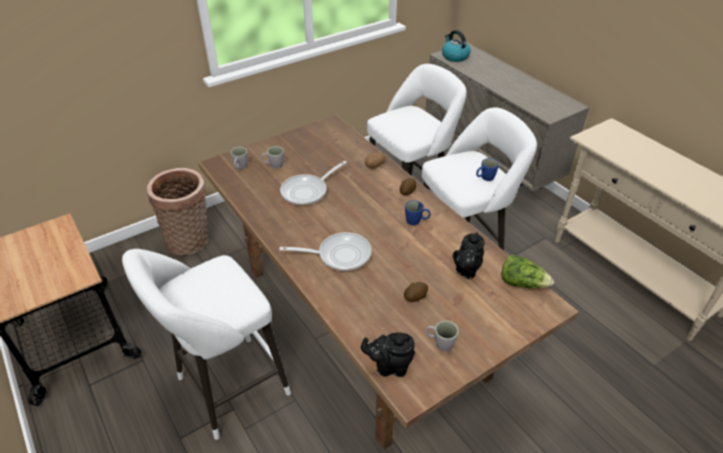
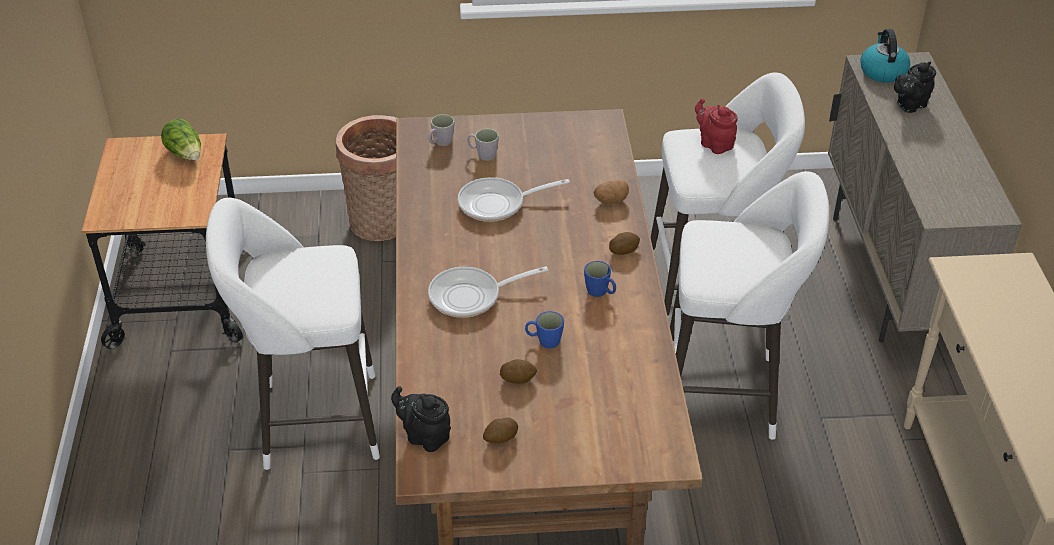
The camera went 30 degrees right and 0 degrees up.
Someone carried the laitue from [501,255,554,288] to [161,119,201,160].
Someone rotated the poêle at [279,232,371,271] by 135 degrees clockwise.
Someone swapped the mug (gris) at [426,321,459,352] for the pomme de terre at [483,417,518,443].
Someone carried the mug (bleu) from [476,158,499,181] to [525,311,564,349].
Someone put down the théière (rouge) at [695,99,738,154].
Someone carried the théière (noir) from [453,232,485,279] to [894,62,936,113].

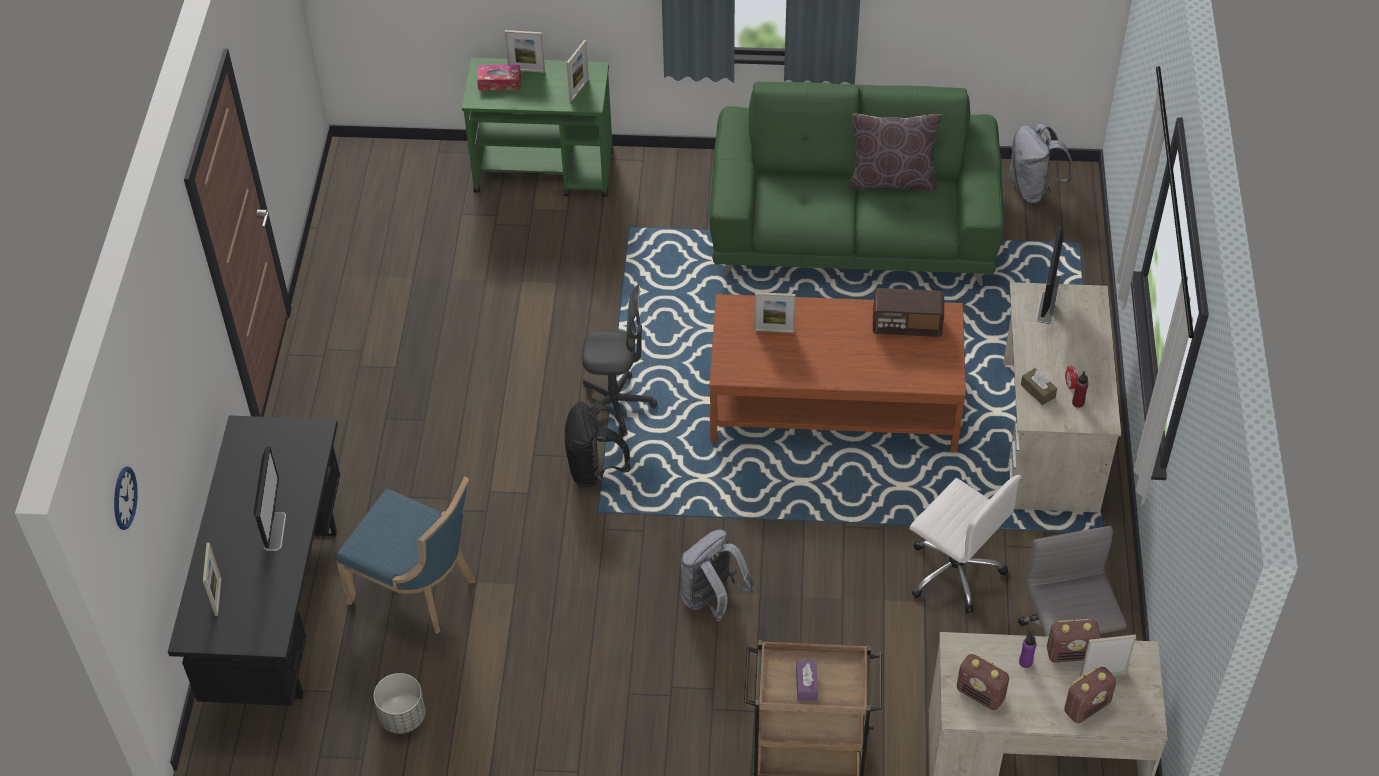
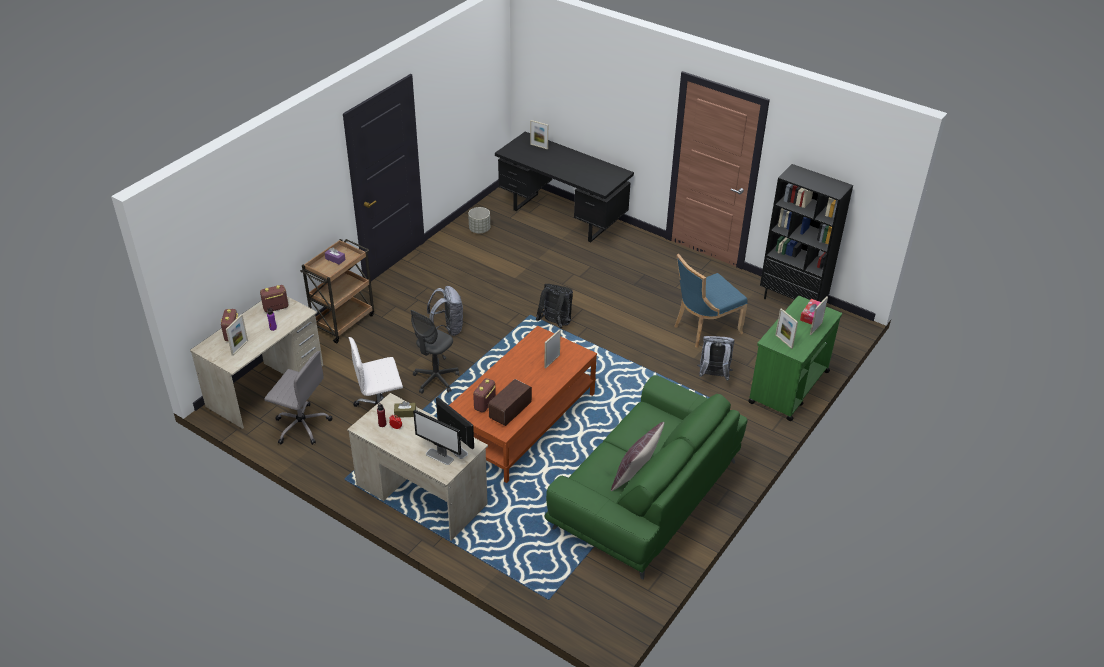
The camera went 120 degrees right and 10 degrees down.
Someone carried the chaise de bureau (gris) from [582,284,657,434] to [410,310,459,394].
Someone carried the écran d'ordinateur from [254,446,286,551] to [413,410,461,465].
Someone carried the radio from [1047,619,1101,663] to [473,378,496,412].
Someone carried the chaise (bleu) from [336,476,475,634] to [674,254,747,348].
Someone carried the sac à dos (gris) from [1008,123,1072,204] to [697,336,734,381].
Someone put down the bibliothèque (noir) at [760,164,853,302].
Someone took away the horloge murale at [114,466,138,530].

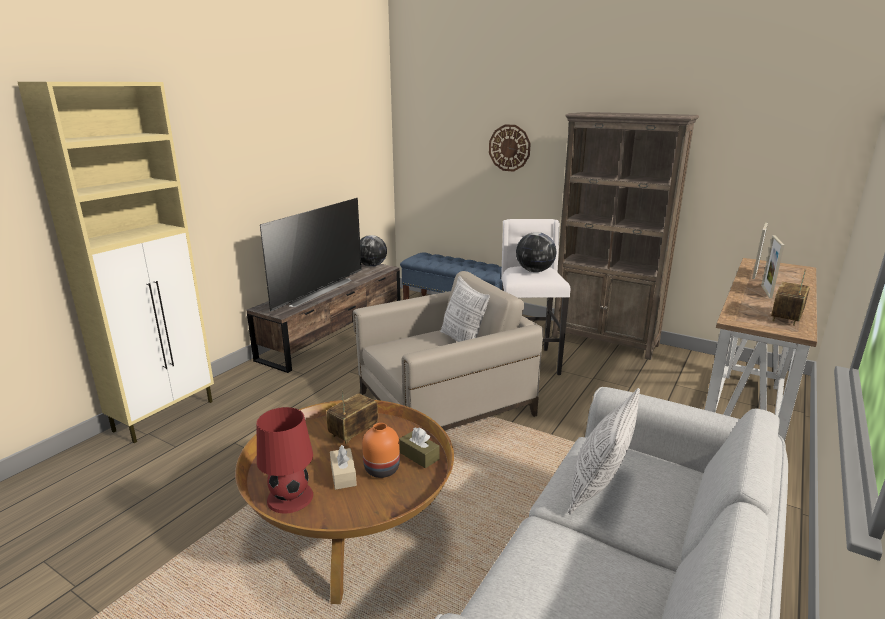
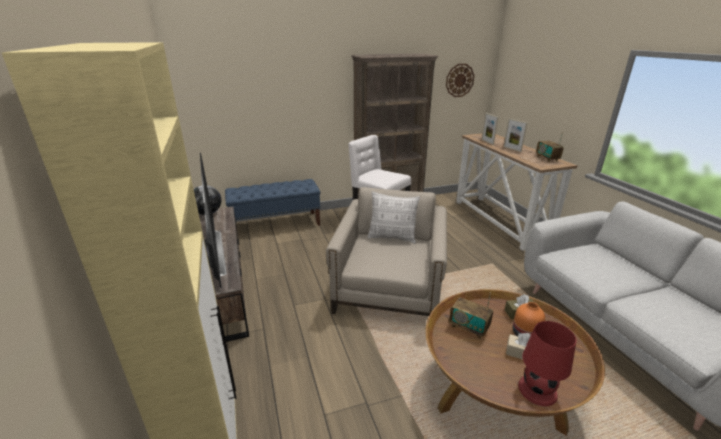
The camera went 50 degrees left and 5 degrees up.
Someone carried the horloge murale from [489,124,531,172] to [446,64,474,97].
Someone rotated the radio at [326,390,378,444] by 45 degrees counterclockwise.
Someone took away the globe at [516,232,556,272].
Someone took away the coussin at [568,388,640,515].

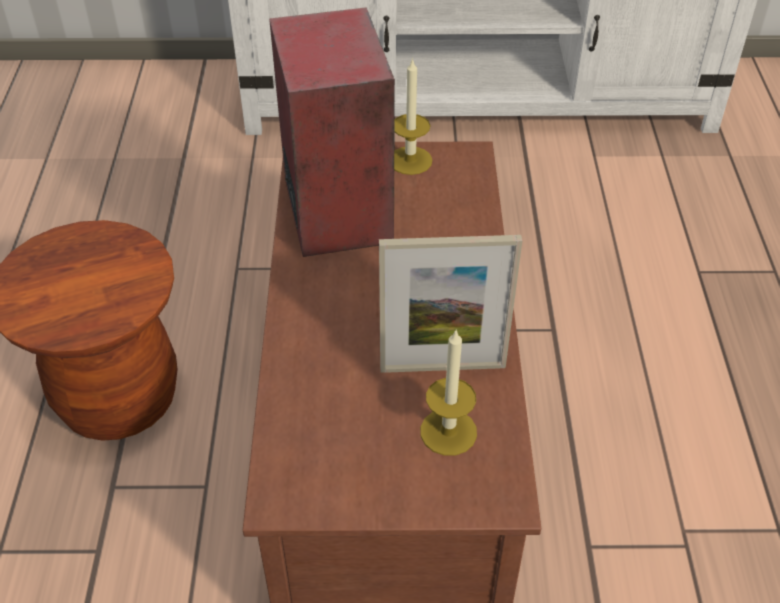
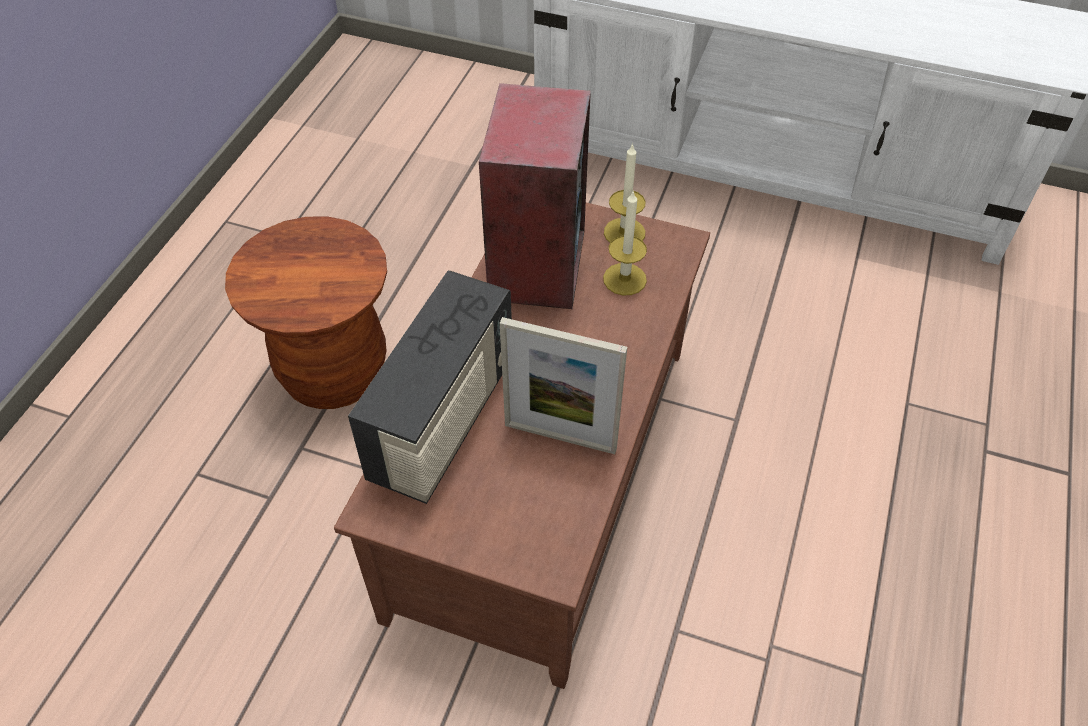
The camera went 20 degrees right and 5 degrees up.
Someone put down the radio at [348,270,512,504].
Someone carried the bougie from [420,329,477,456] to [603,190,647,295].

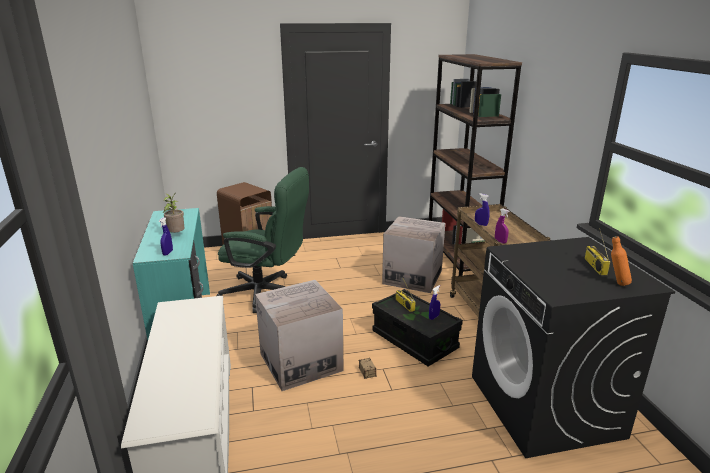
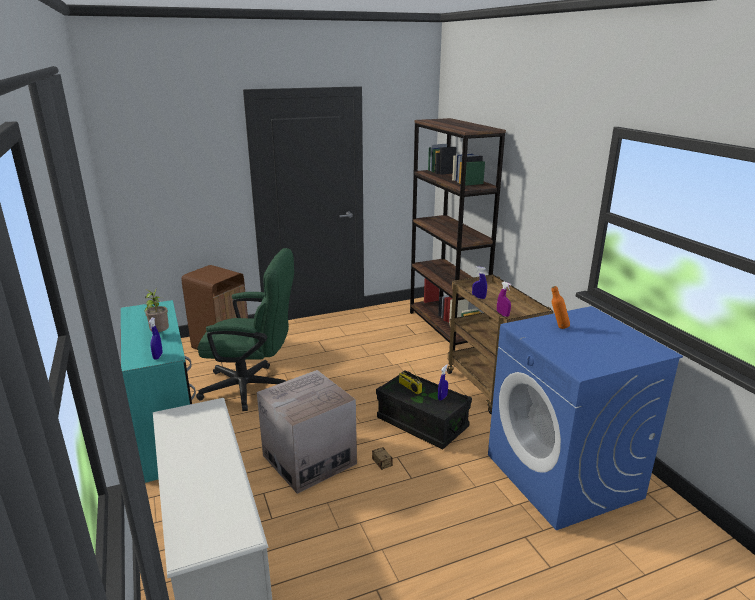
The camera went 10 degrees left and 0 degrees up.
Someone repainted the lave-linge (noir) at [472,237,675,458], which became the lave-linge (bleu) at [488,306,683,530].
Someone carried the bouteille (orange) from [611,236,632,286] to [551,286,570,329].
Someone took away the carton at [382,216,445,293].
Someone took away the radio at [585,228,610,275].

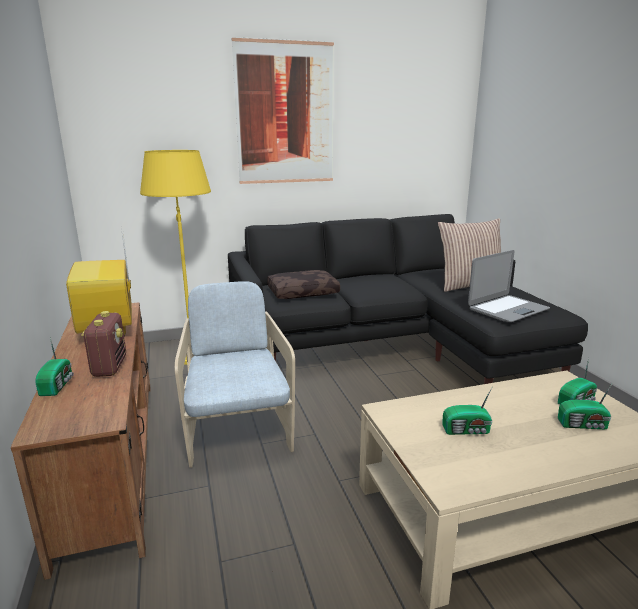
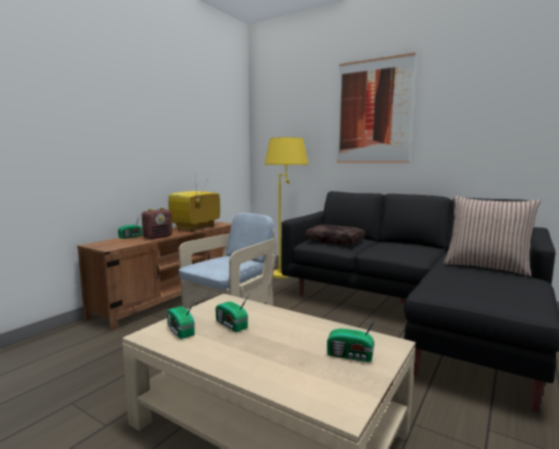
The camera went 50 degrees right and 10 degrees down.
Someone carried the radio from [558,384,612,429] to [167,300,195,339].
Someone took away the ordinateur portable at [468,250,550,322].

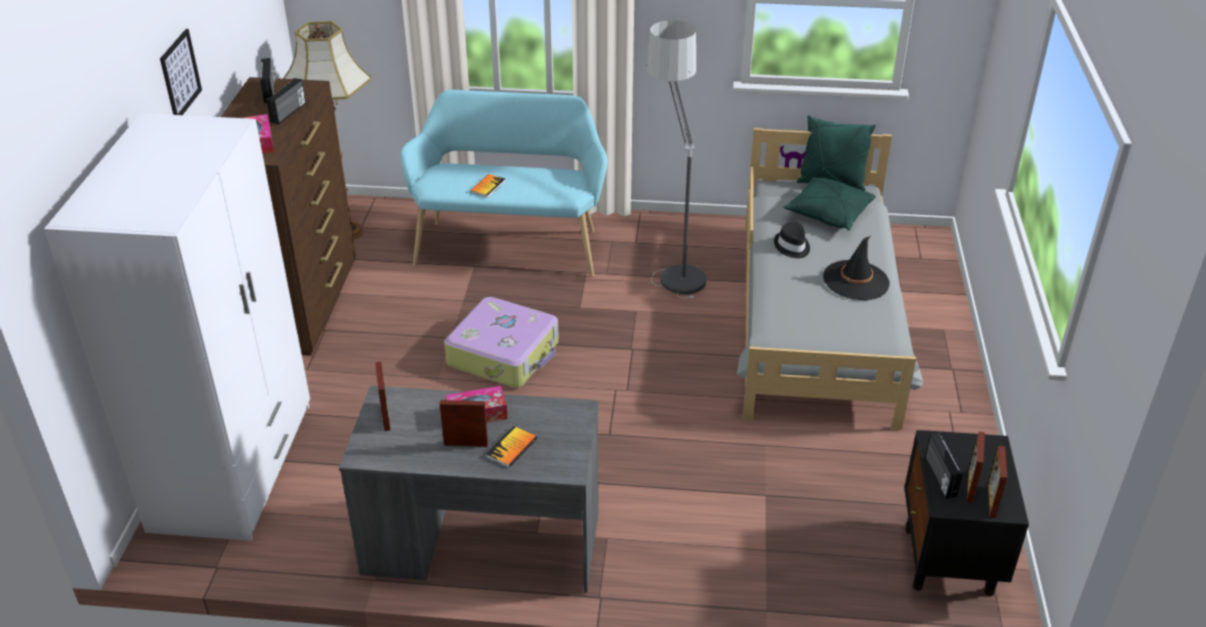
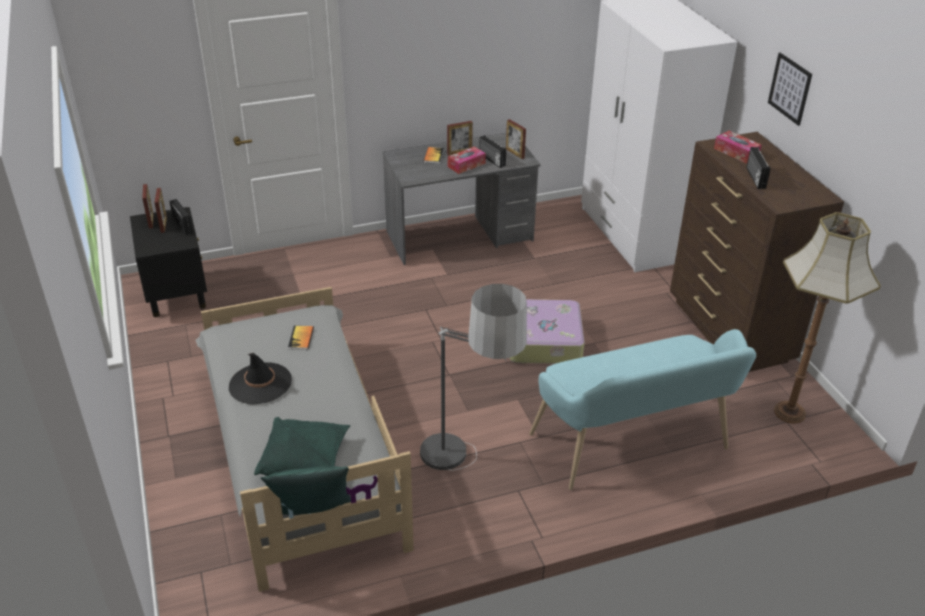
The camera went 155 degrees right and 0 degrees up.
Someone carried the livre from [470,174,506,198] to [288,326,314,350].
Someone carried the radio from [260,58,276,103] to [479,135,506,168].
Someone took away the chapeau (noir) at [774,222,810,258].

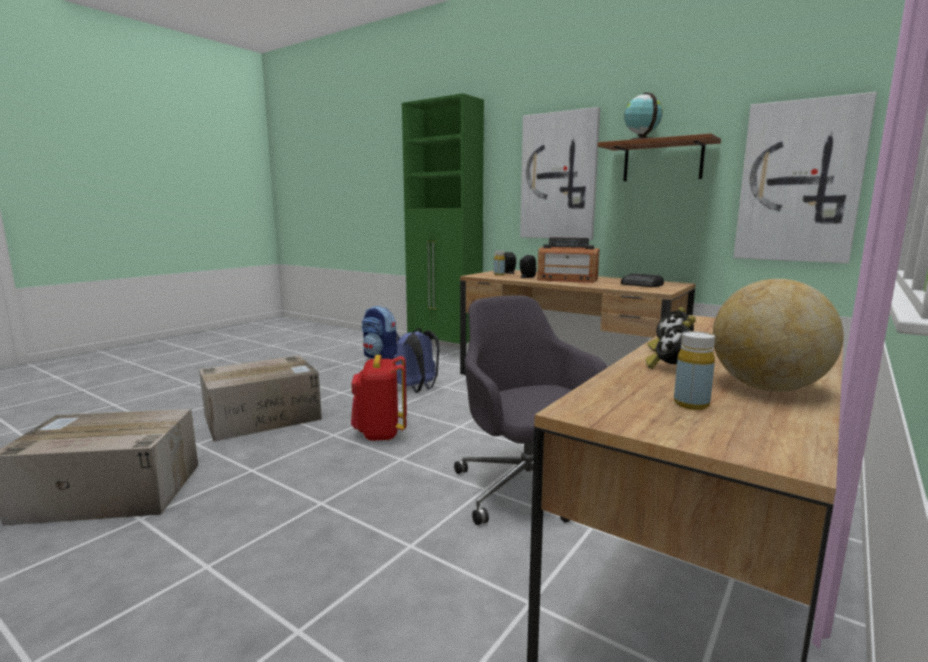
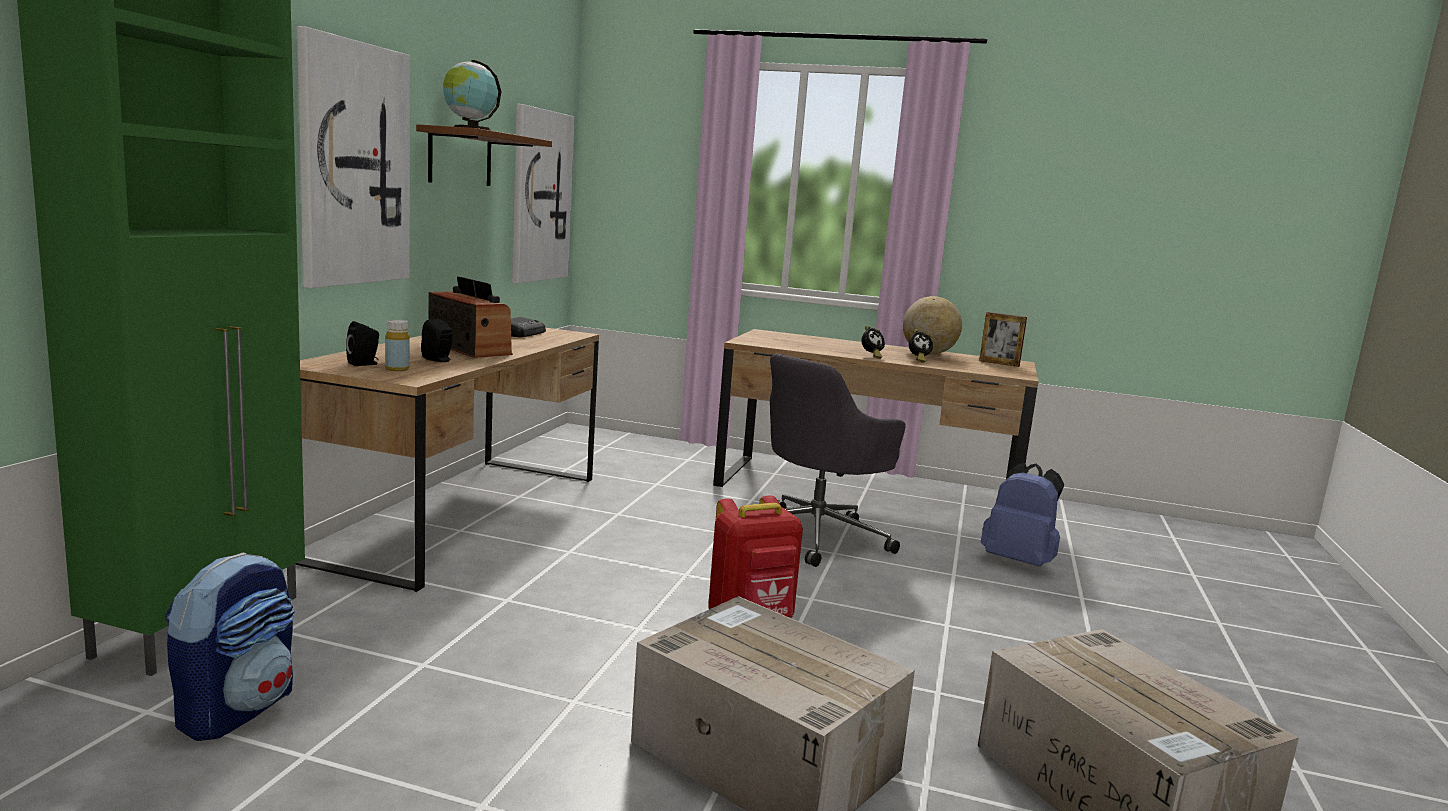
The camera went 110 degrees left and 0 degrees up.
Someone rotated the radio at [537,237,600,283] by 45 degrees counterclockwise.
Someone put down the cadre photo at [979,312,1027,367].
Someone carried the sac à dos (bleu) from [394,328,439,393] to [981,463,1064,567].
Someone took away the bouteille (jaune) at [674,331,715,410].

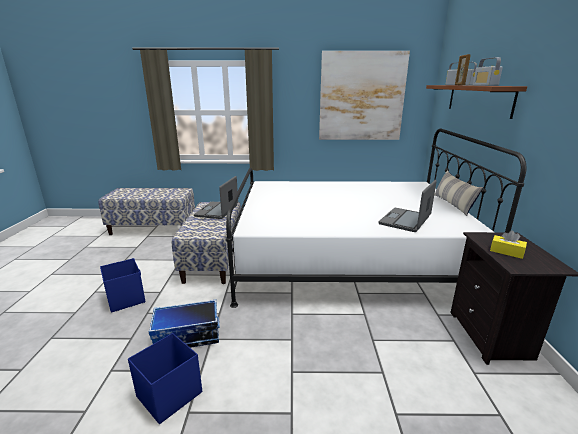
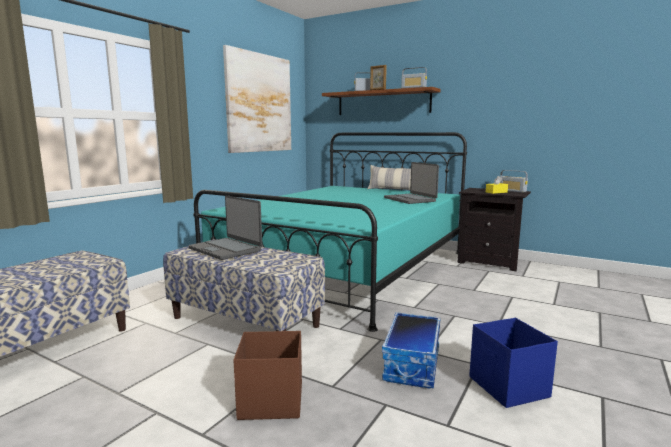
The camera went 60 degrees left and 10 degrees down.
Someone repainted the lit (blanc) at [226,128,527,308], which became the lit (turquoise) at [194,132,467,332].
Someone repainted the boîte de rangement (bleu) at [100,258,146,313], which became the boîte de rangement (marron) at [233,331,302,420].
Someone put down the radio at [500,170,528,193].

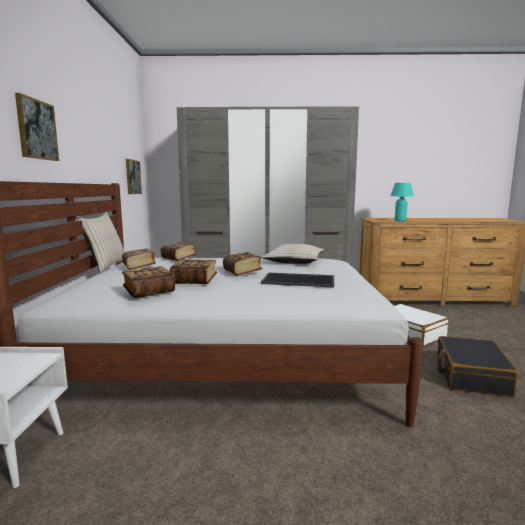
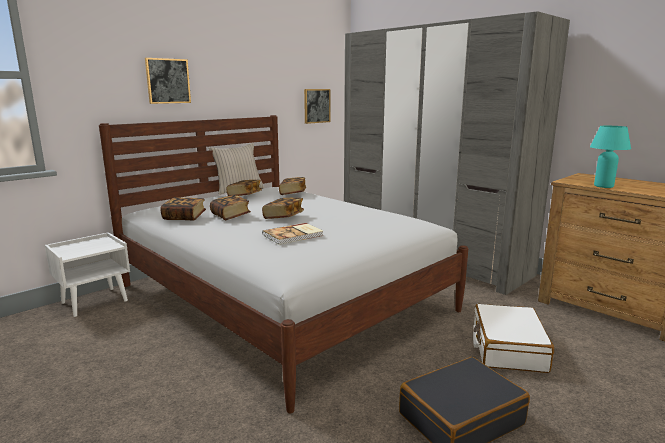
The camera went 45 degrees right and 5 degrees up.
Someone swapped the plateau at [261,272,334,288] for the livre at [262,223,324,245].
Someone took away the coussin (beige) at [262,244,325,264].

